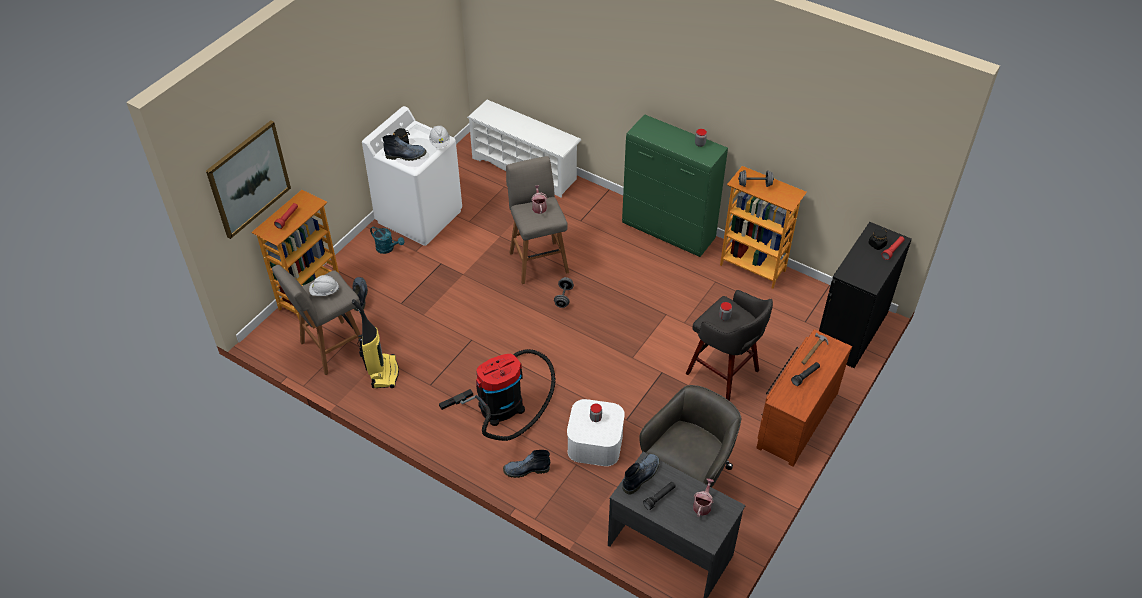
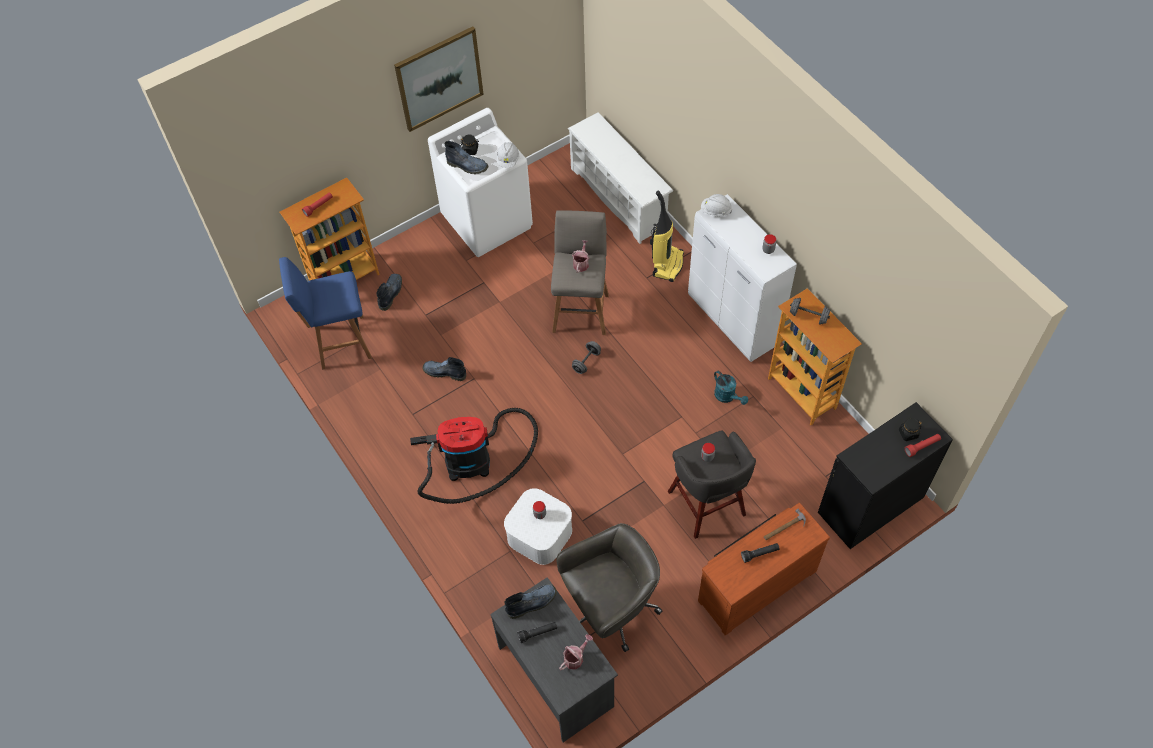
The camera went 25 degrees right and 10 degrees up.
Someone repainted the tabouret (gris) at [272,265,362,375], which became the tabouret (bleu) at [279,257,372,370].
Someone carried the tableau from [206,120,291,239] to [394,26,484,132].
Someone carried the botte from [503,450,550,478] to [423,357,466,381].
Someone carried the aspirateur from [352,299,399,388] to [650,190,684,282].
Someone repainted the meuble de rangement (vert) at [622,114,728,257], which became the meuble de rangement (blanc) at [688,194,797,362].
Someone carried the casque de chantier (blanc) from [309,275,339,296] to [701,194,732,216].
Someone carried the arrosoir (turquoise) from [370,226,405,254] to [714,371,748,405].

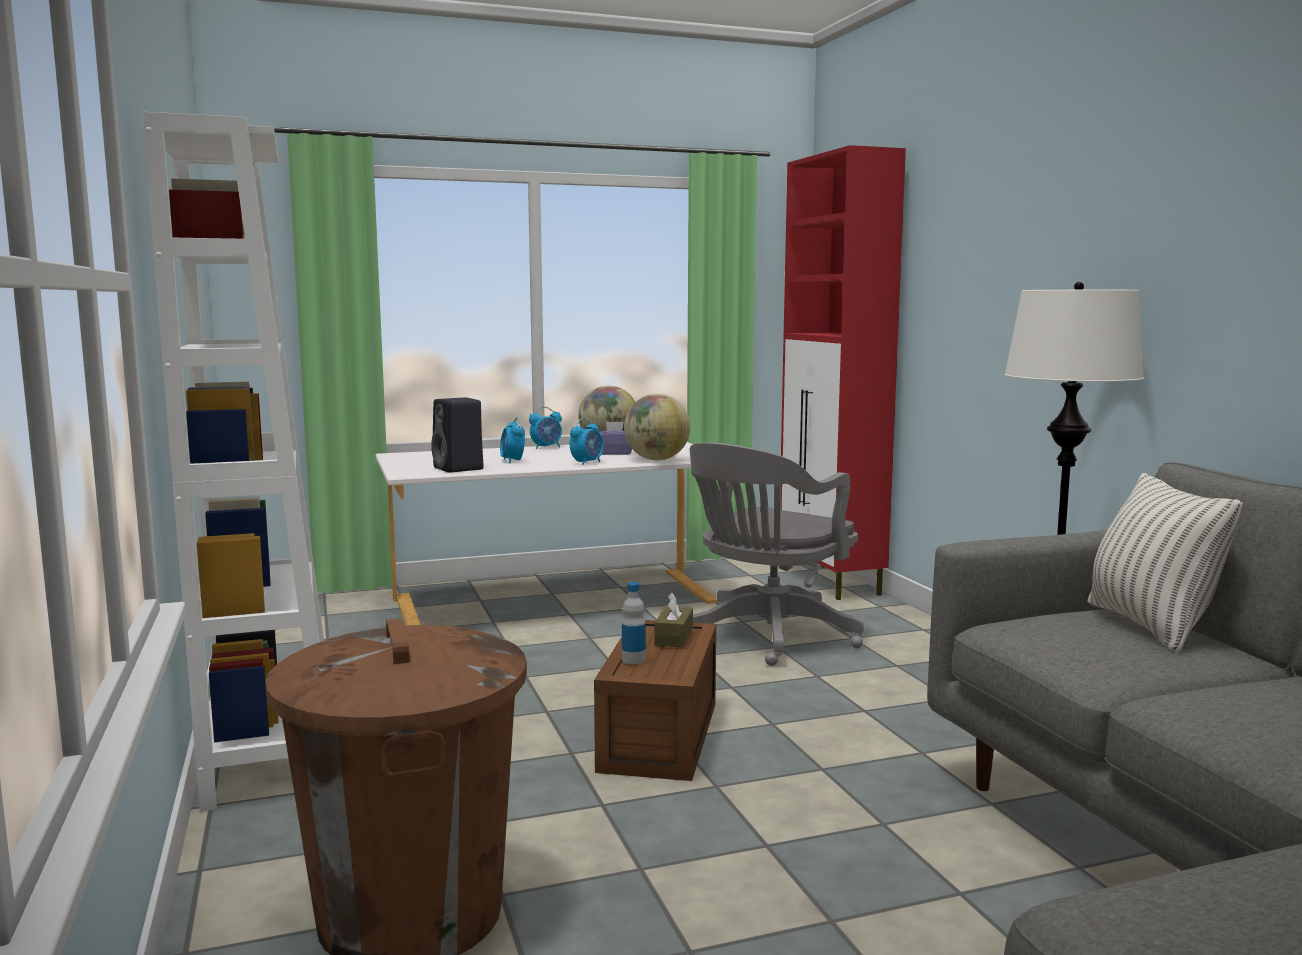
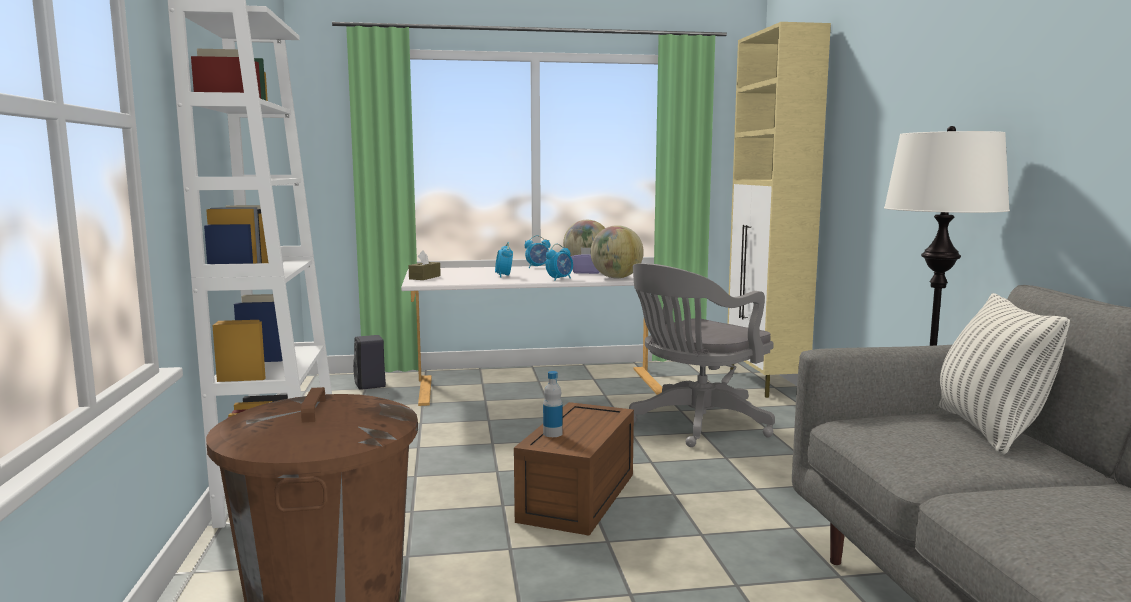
The camera went 10 degrees right and 0 degrees up.
Someone carried the enceinte (noir) from [431,397,483,473] to [353,335,386,390].
Someone carried the boîte à mouchoirs (marron) from [654,593,693,648] to [409,250,441,280].
Someone repainted the meuble de rangement (rouge) at [781,145,906,600], which became the meuble de rangement (beige) at [728,22,831,398].

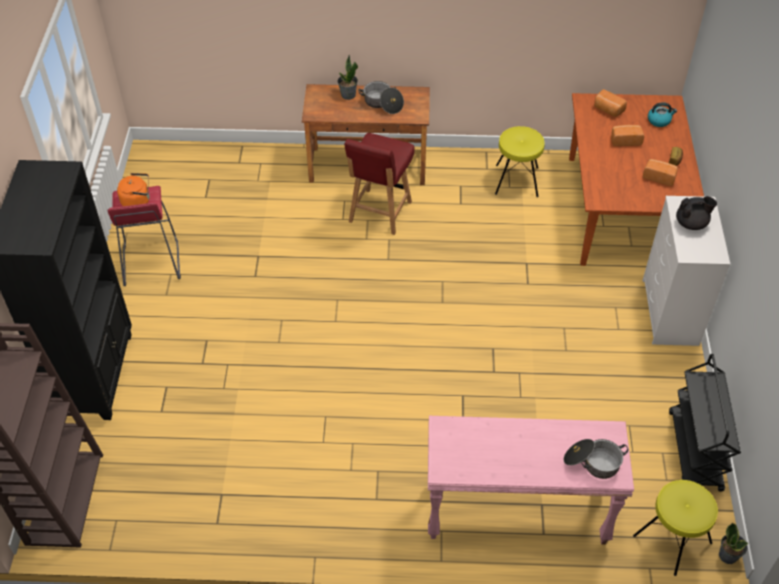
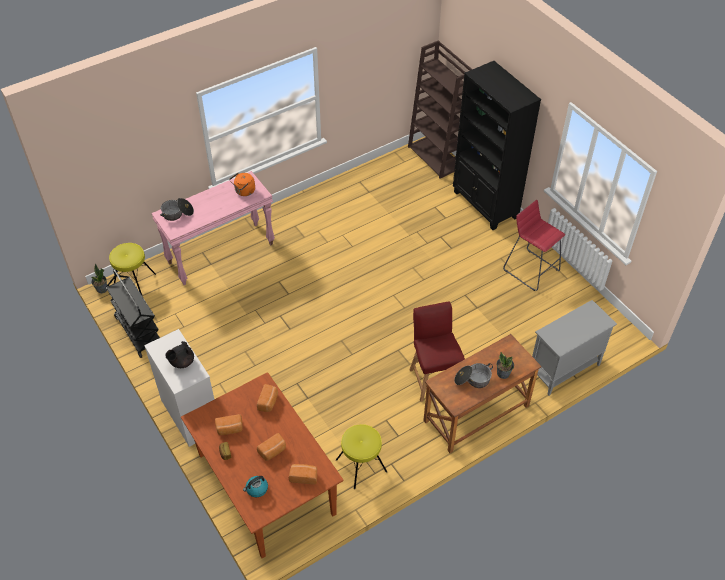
The camera went 145 degrees right and 0 degrees up.
Someone carried the bouilloire (orange) from [117,173,149,206] to [229,173,255,196].
Someone put down the pain at [257,384,278,412].
Someone put down the meuble de rangement (gris) at [532,300,617,396].

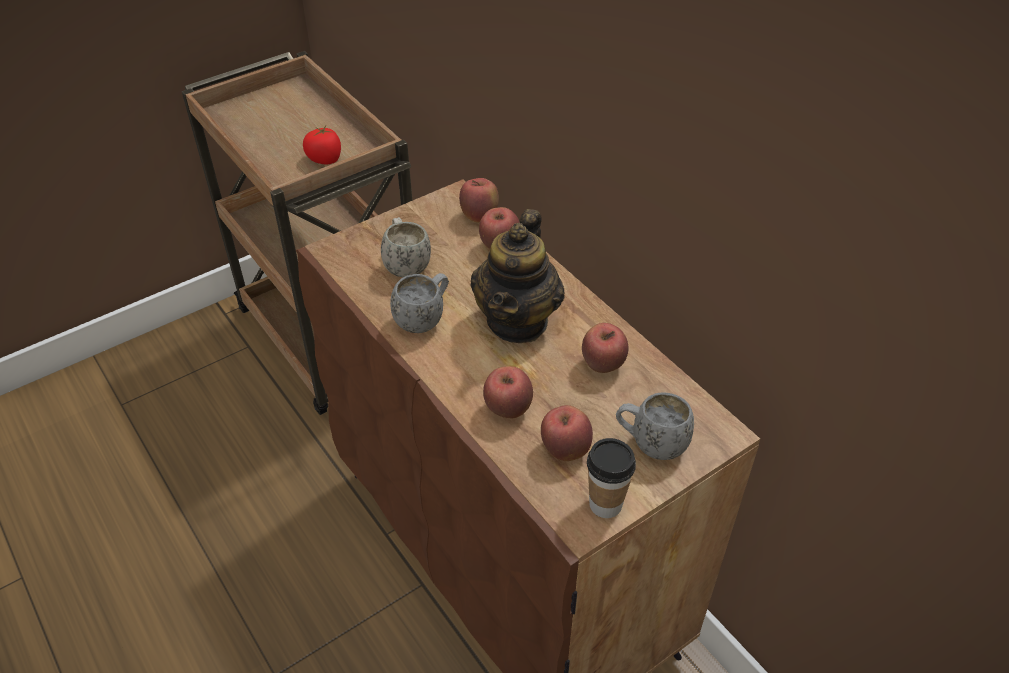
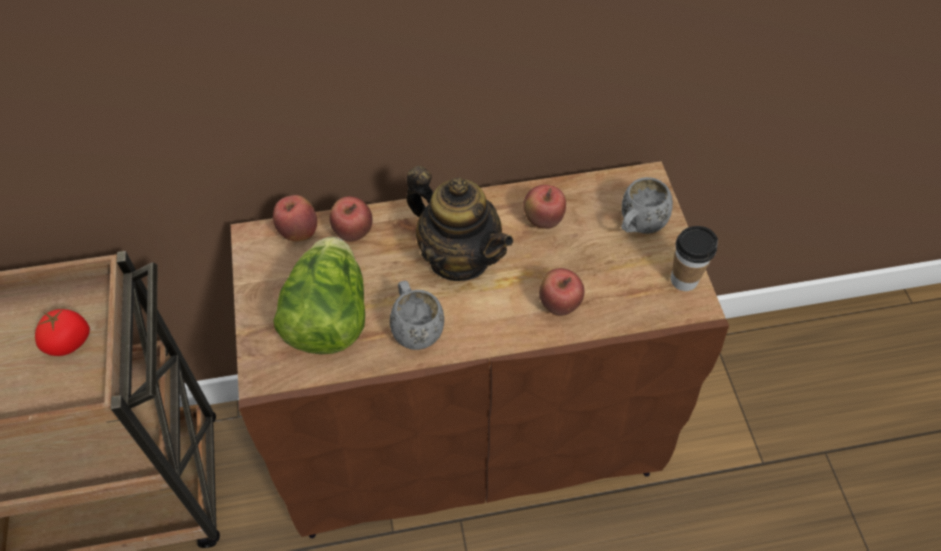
The camera went 65 degrees left and 10 degrees up.
Someone swapped the mug (blanc) at [381,217,431,277] for the laitue at [274,237,365,354].
Someone took away the pomme at [541,405,593,461].

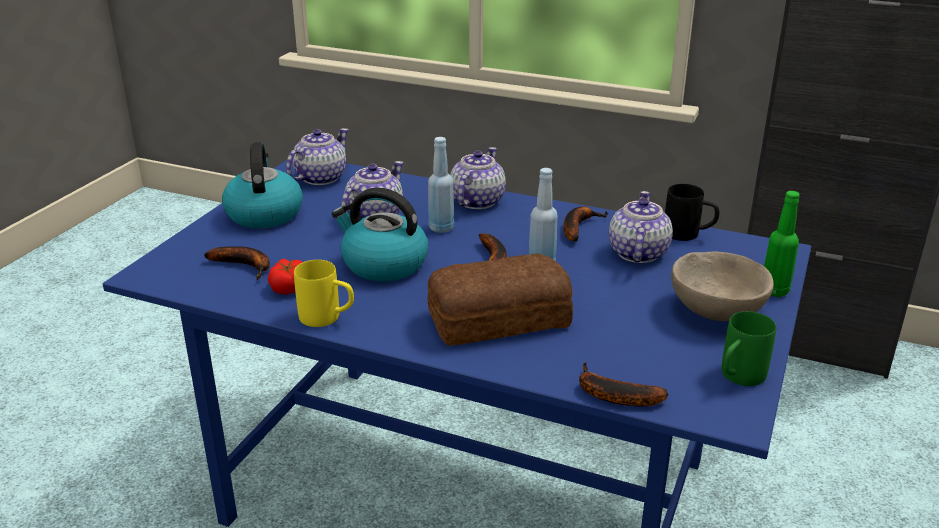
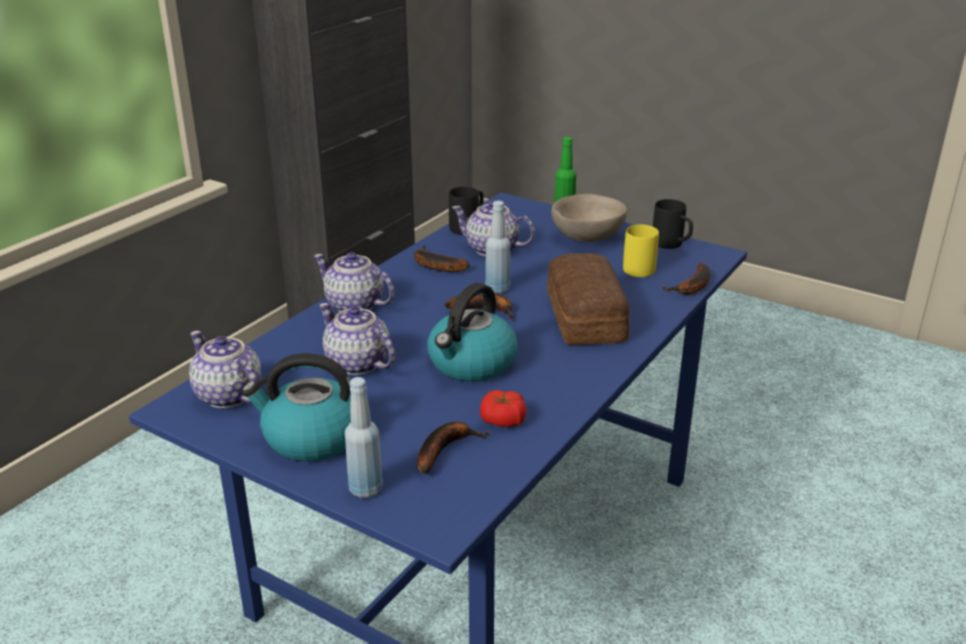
The camera went 80 degrees left and 0 degrees up.
Someone carried the bouteille (bleu) from [428,137,454,233] to [345,377,383,498].
Someone carried the mug (jaune) from [294,260,354,327] to [623,224,659,277].
Someone repainted the mug (vert) at [722,311,776,386], which became the mug (noir) at [653,199,693,249].

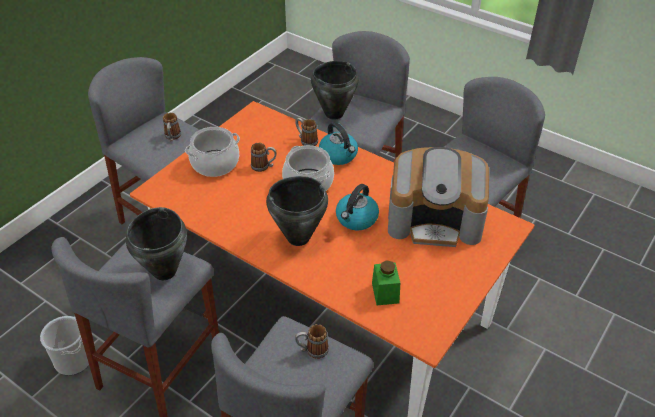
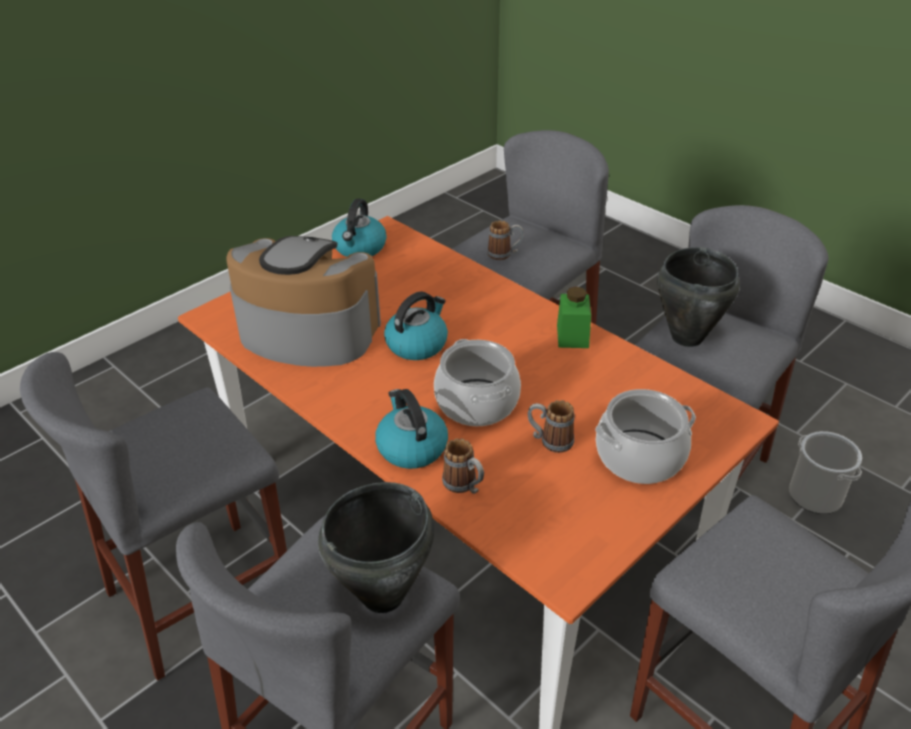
The camera went 170 degrees left and 5 degrees down.
Someone put down the bouilloire at [332,199,387,257].
Someone carried the bocal (vert) from [372,260,400,305] to [557,287,591,348].
Someone took away the mug at [163,112,181,141].
Someone took away the marmite (noir) at [266,176,328,246].

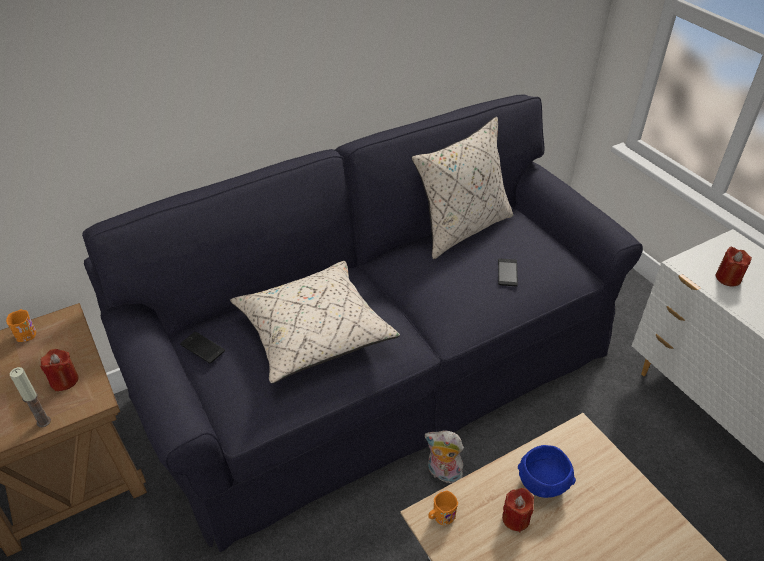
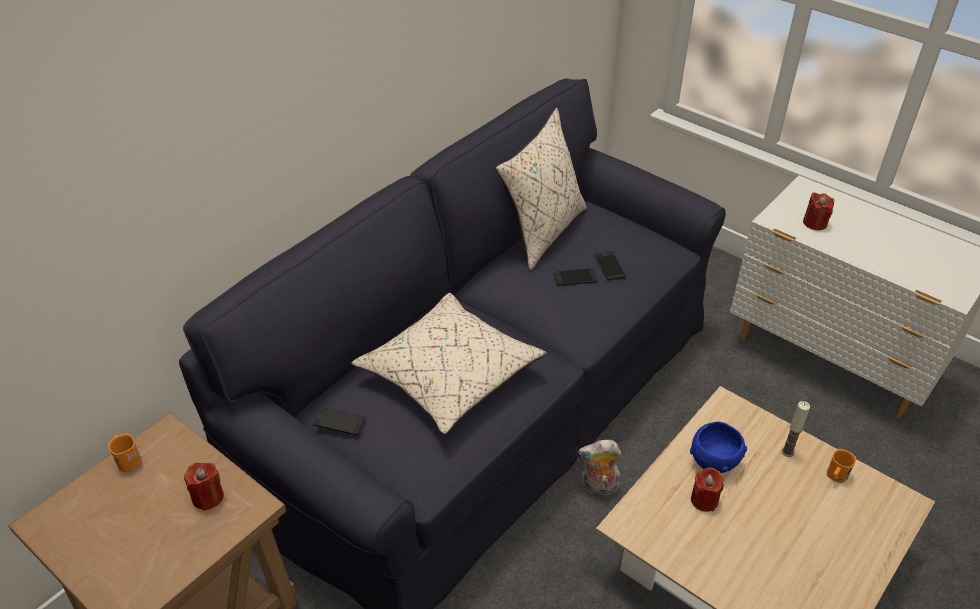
The camera went 20 degrees left and 0 degrees up.
Someone put down the téléphone at [553,268,597,286].
Someone carried the bougie from [9,367,51,427] to [781,401,810,457].
Someone carried the mug (orange) from [429,491,458,526] to [827,449,856,483].

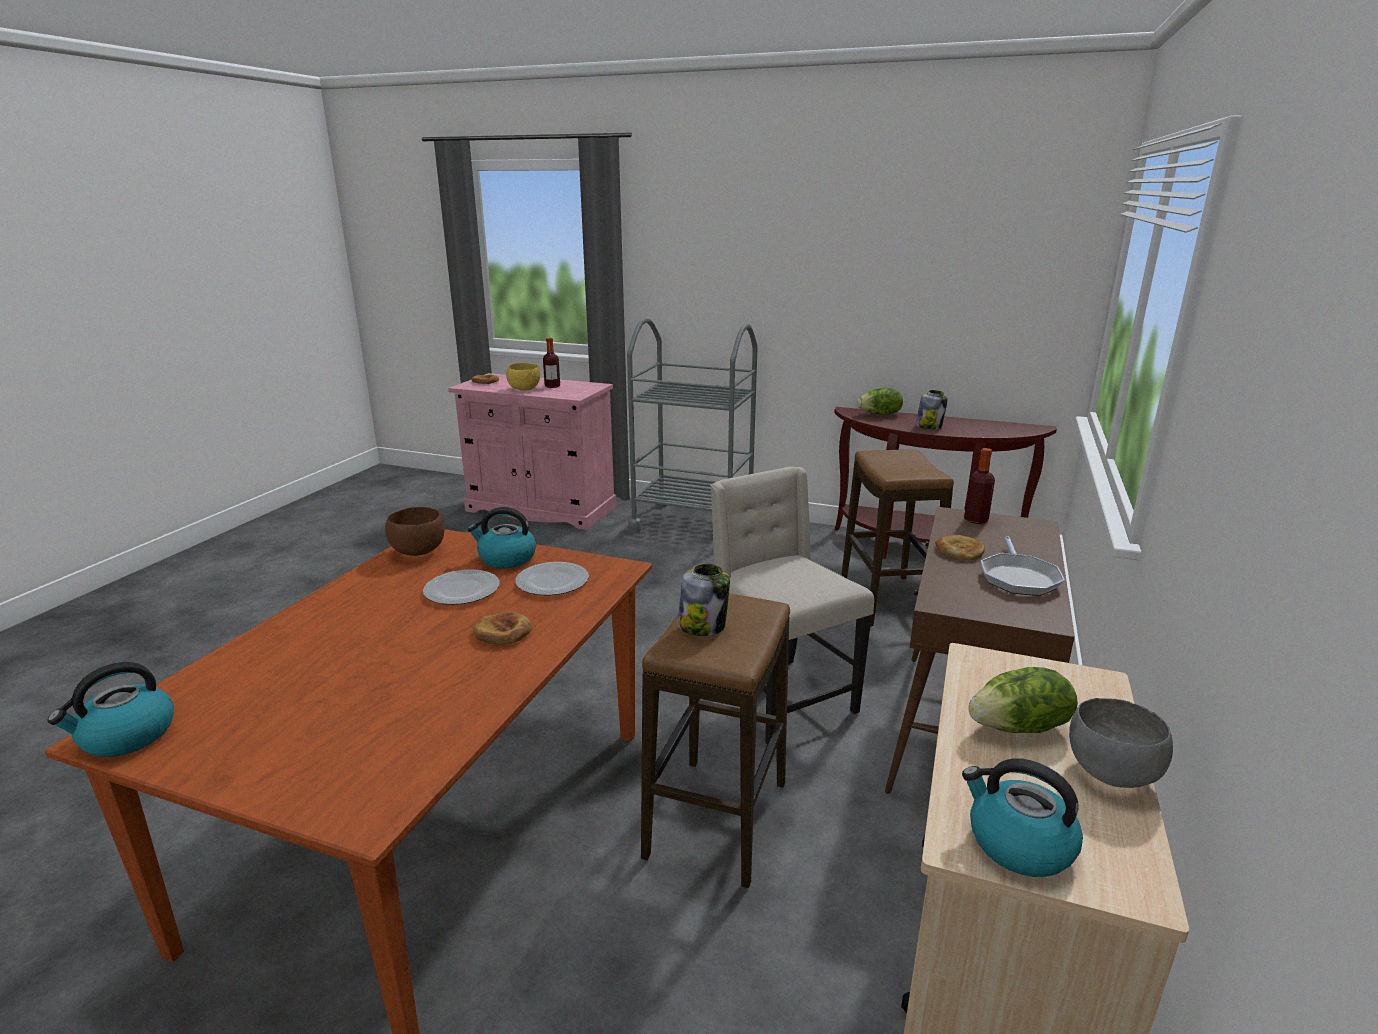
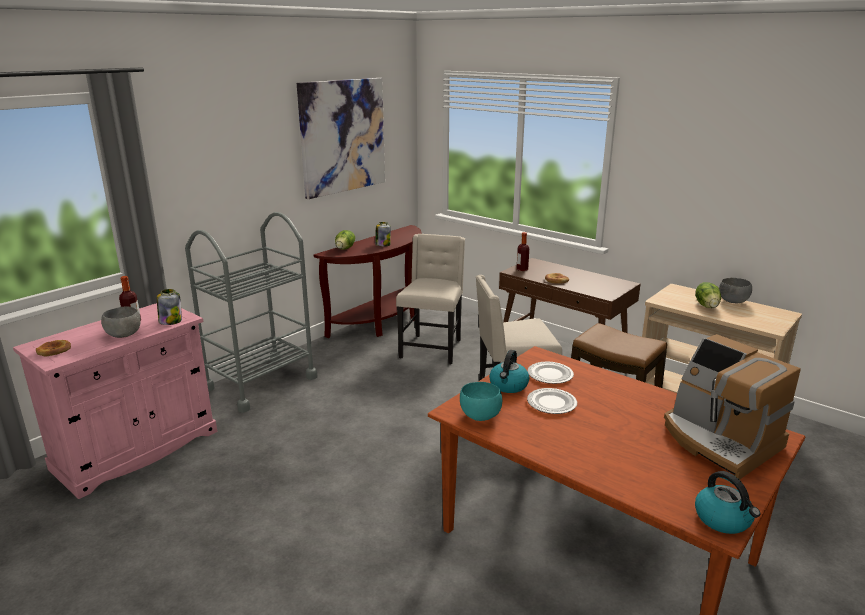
The camera went 70 degrees left and 0 degrees up.
Someone repainted the bol (jaune) at [506,363,540,391], which became the bol (gris) at [101,307,141,338].
Someone carried the bocal from [678,564,730,636] to [157,289,182,325].
Someone put up the tableau at [297,78,385,199].
Someone swapped the tabouret at [841,449,954,626] for the chaise (beige) at [396,234,465,364].
Someone repainted the bol (marron) at [385,507,444,556], which became the bol (turquoise) at [460,382,502,421].
Someone put down the machine à café at [664,334,801,480].
Someone took away the pain at [473,612,532,645].
Someone took away the bouilloire at [962,758,1083,877].
Someone took away the poêle at [981,536,1065,596].

